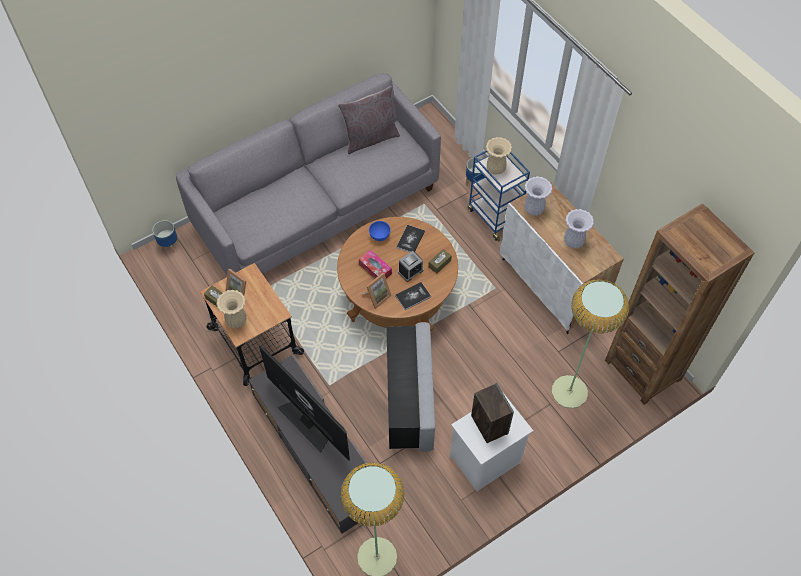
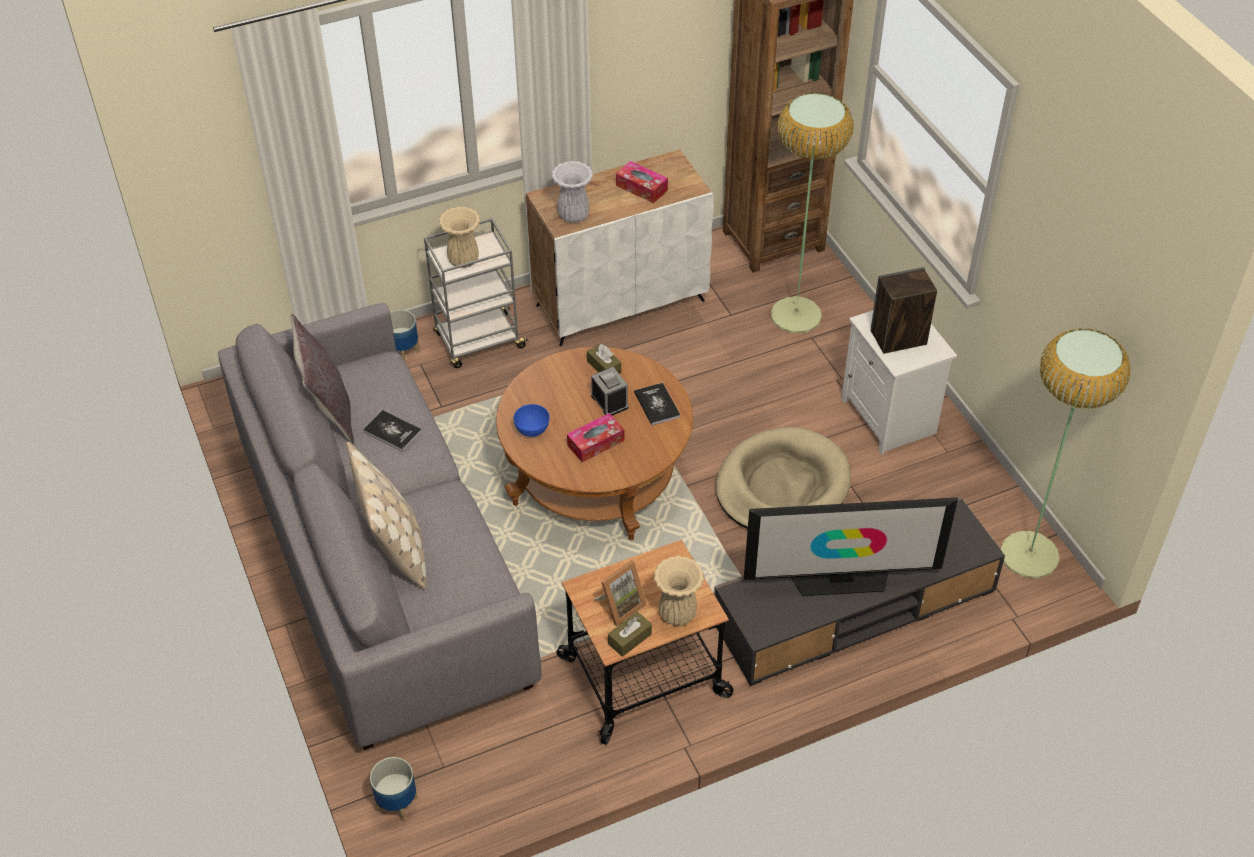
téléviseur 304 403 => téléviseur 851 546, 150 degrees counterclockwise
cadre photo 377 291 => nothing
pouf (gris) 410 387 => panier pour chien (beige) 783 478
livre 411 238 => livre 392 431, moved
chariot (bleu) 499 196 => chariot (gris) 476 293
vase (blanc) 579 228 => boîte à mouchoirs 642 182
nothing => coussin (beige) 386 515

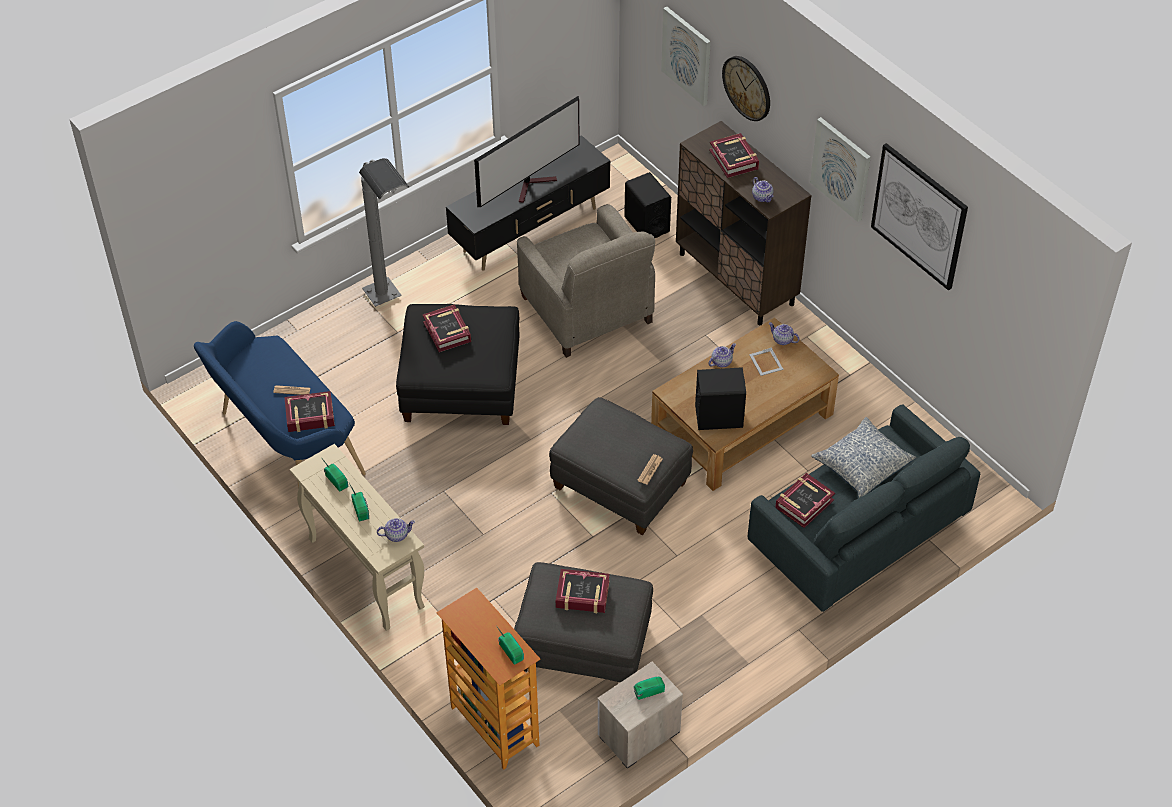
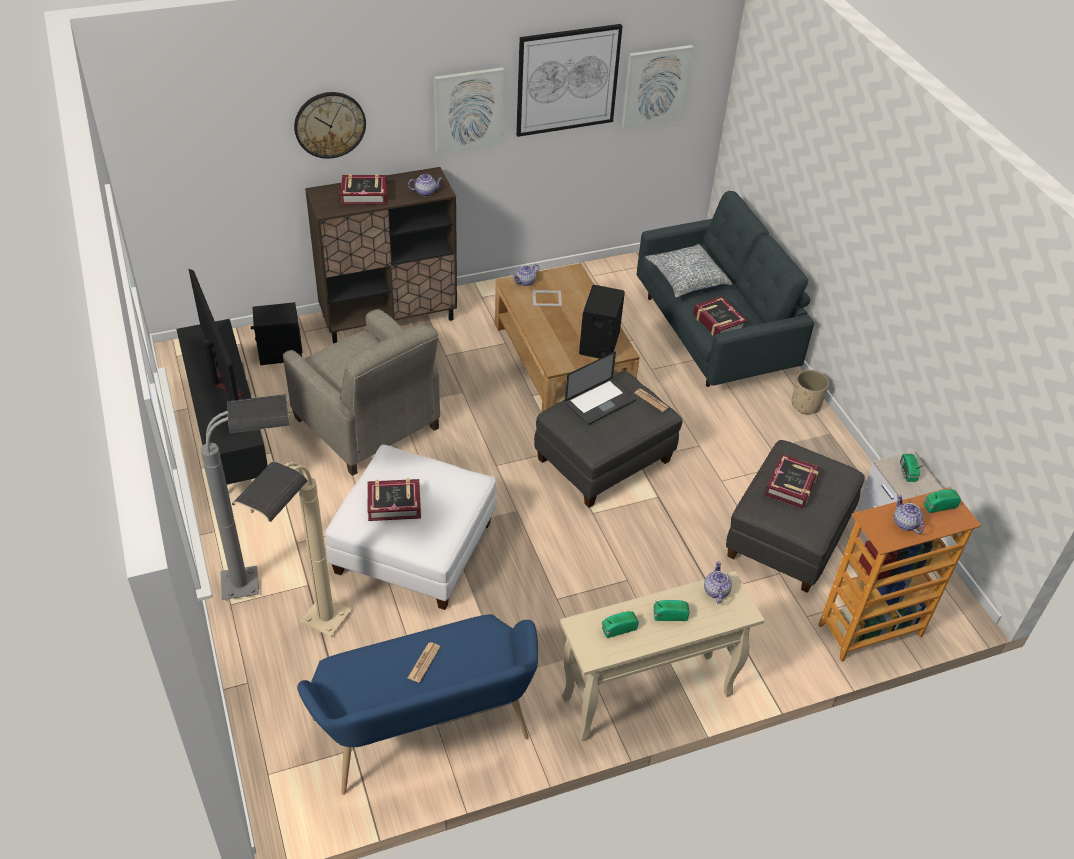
livre 309 411 => nothing
pouf (noir) 458 364 => pouf (blanc) 410 527
fauteuil (beige) 586 281 => fauteuil (beige) 361 392, 60 degrees clockwise
tableau 686 56 => tableau 658 87, moved
théière 722 355 => théière 909 514, moved
nothing => lampadaire (beige) 292 549
nothing => ordinateur portable 600 388
nothing => cache-pot (beige) 810 392

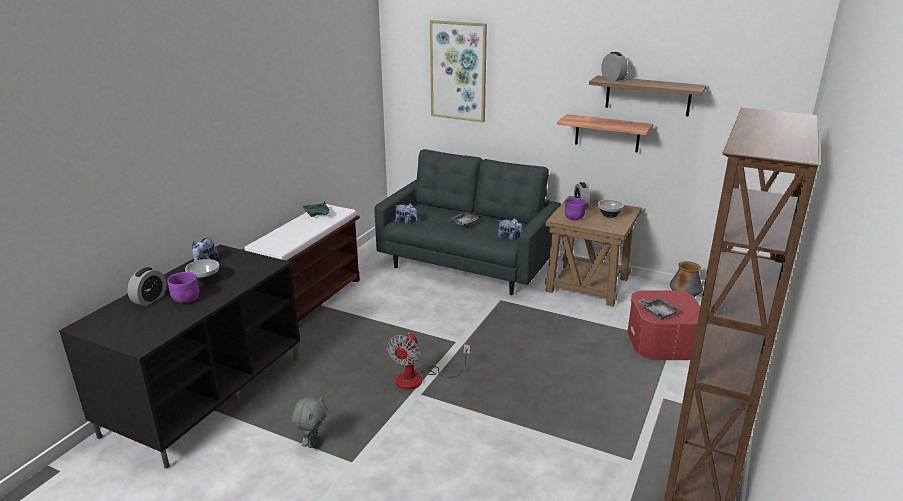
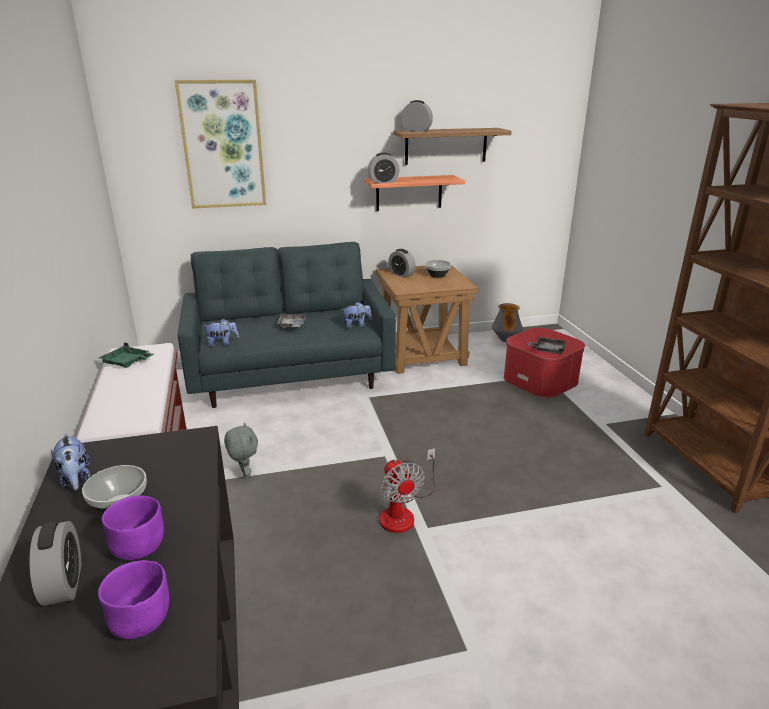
peluche (gris) 309 422 => peluche (gris) 241 450, moved
bol (violet) 576 209 => bol (violet) 133 600, moved
nothing => réveil 384 167

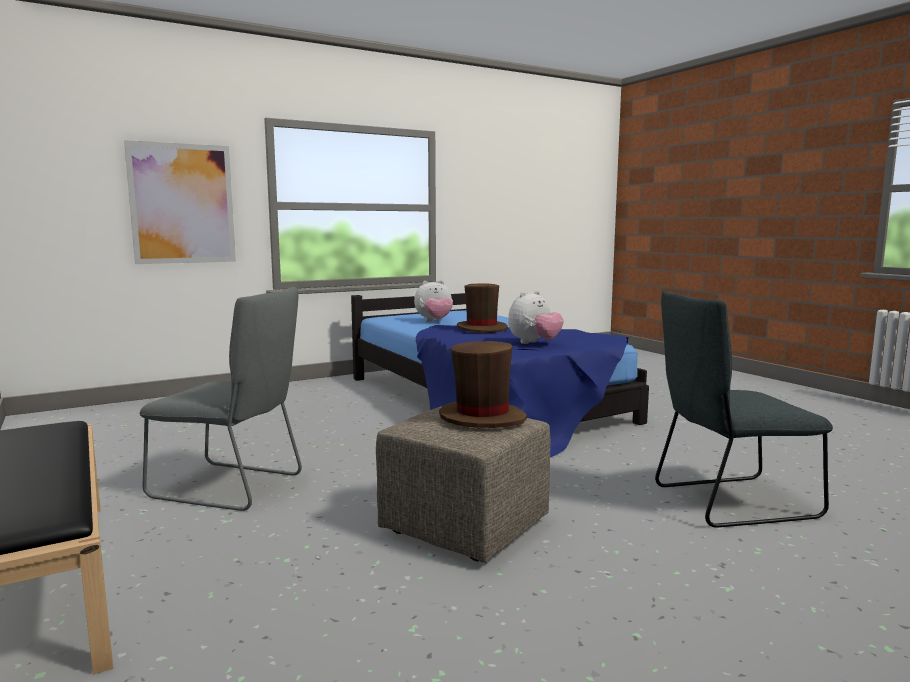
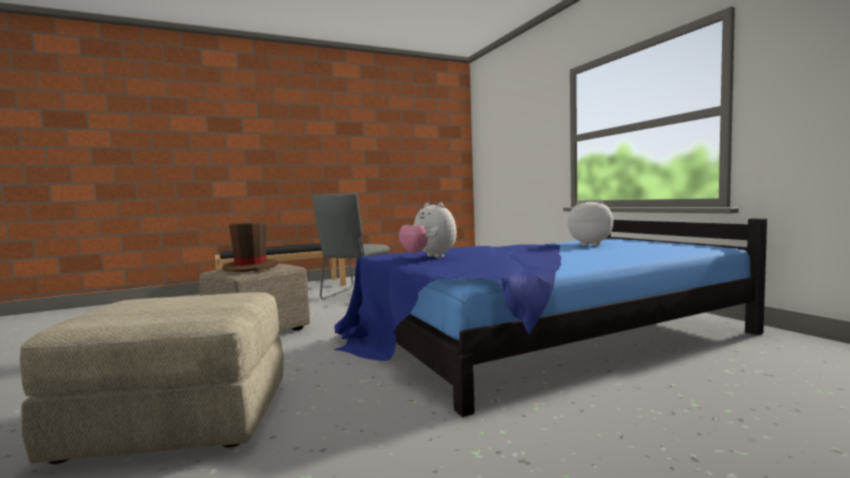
tableau 180 202 => nothing
peluche 433 300 => peluche 591 222, 120 degrees clockwise
chapeau (marron) 482 308 => nothing
chaise (gris) 744 409 => pouf (beige) 152 378

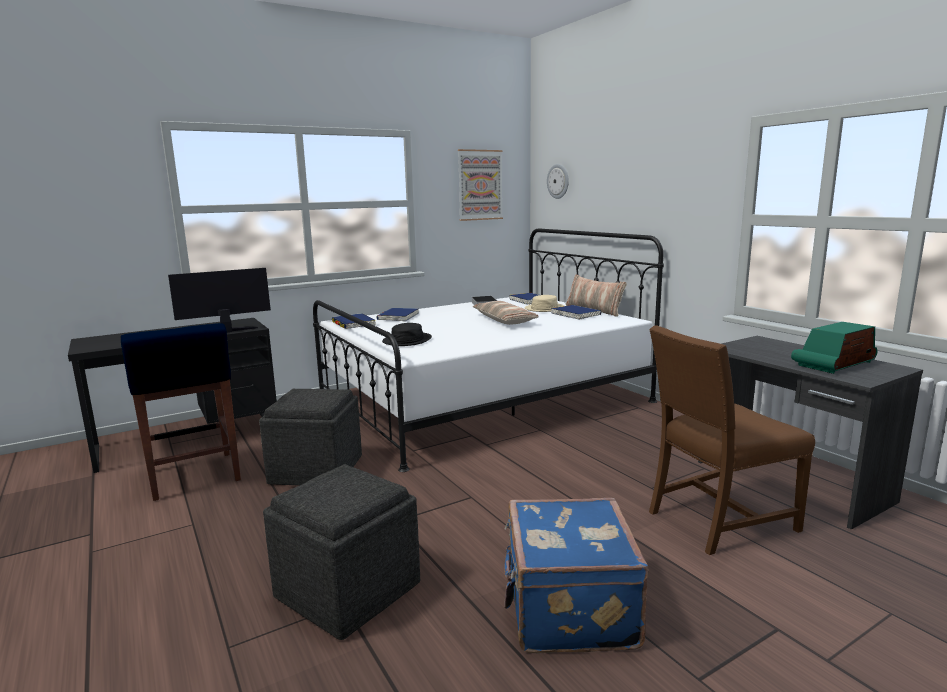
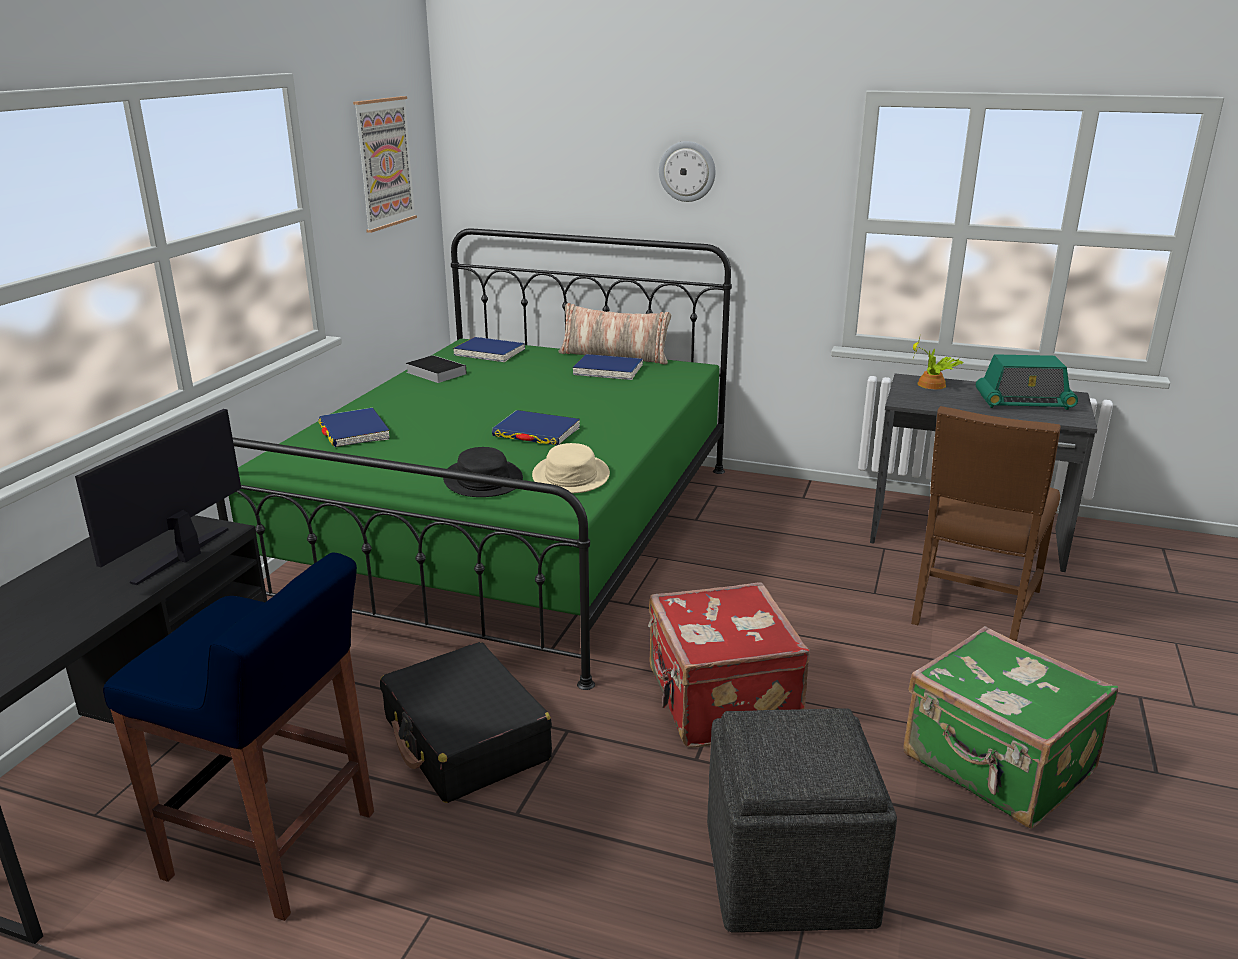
pouf (gris) 310 437 => valise (noir) 466 722
lit (blanc) 488 350 => lit (vert) 474 459
livre (bleu) 354 321 => livre (bleu) 536 427, moved
coussin 506 313 => nothing
valise (bleu) 576 576 => valise (vert) 1010 727
chapeau (beige) 545 303 => chapeau (beige) 571 468, moved
horloge murale 558 181 => horloge murale 687 171, moved
radio 834 348 => radio 1027 382, 105 degrees counterclockwise
nothing => valise (rouge) 729 665
nothing => plante en pot 938 362

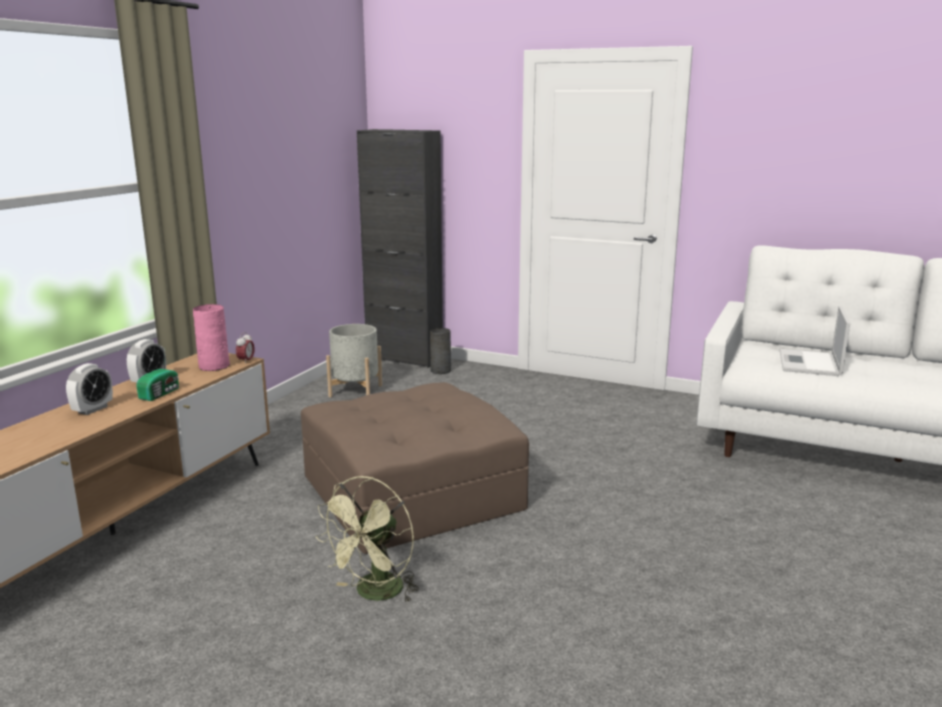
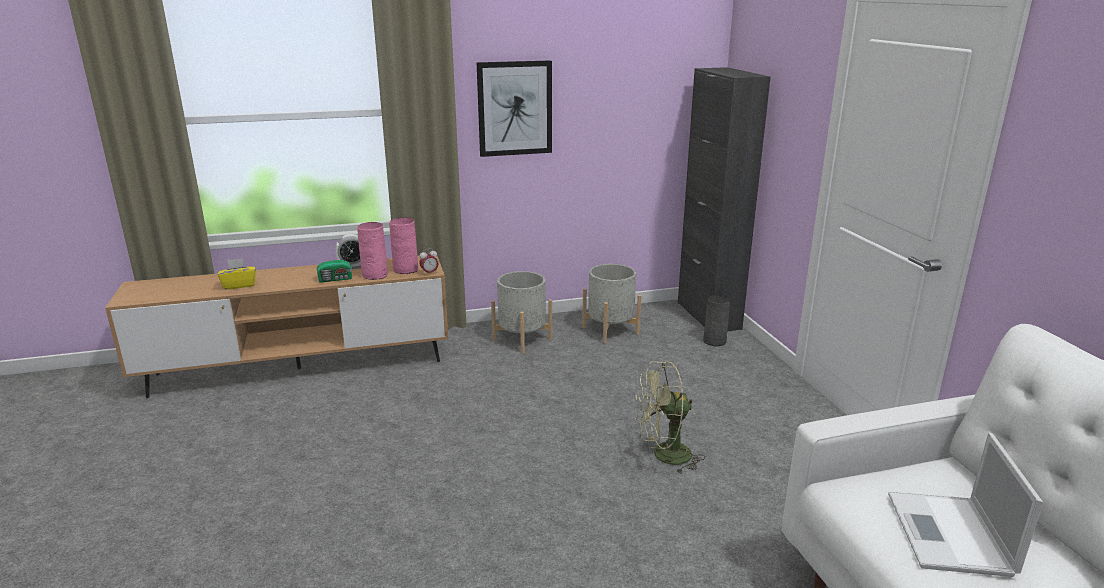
réveil 89 389 => nothing
pouf (marron) 415 468 => nothing
ventilateur (vert) 367 539 => ventilateur (vert) 670 418, moved
ordinateur portable 815 341 => ordinateur portable 965 505, 60 degrees counterclockwise
nothing => boîte à mouchoirs (jaune) 237 274
nothing => vase (rose) 372 251
nothing => tableau 514 108
nothing => cache-pot (gris) 521 312

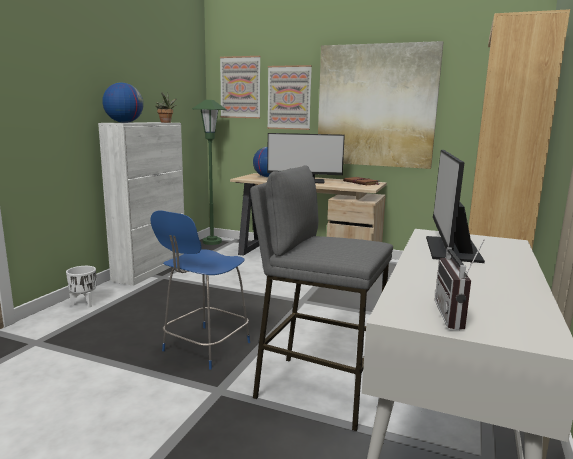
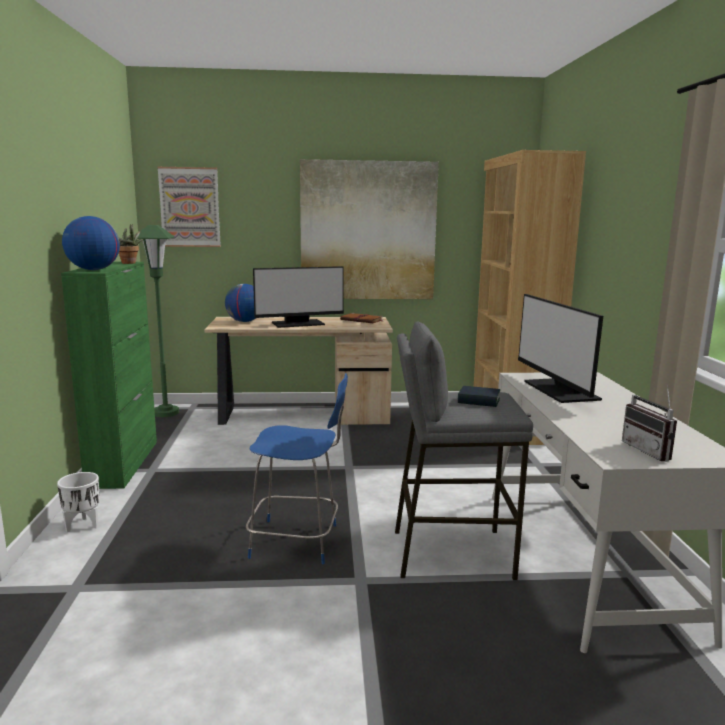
meuble de rangement (blanc) 141 204 => meuble de rangement (vert) 109 375
chaise (bleu) 200 290 => chaise (bleu) 297 468, 90 degrees counterclockwise
tableau 289 97 => nothing
nothing => livre 479 396

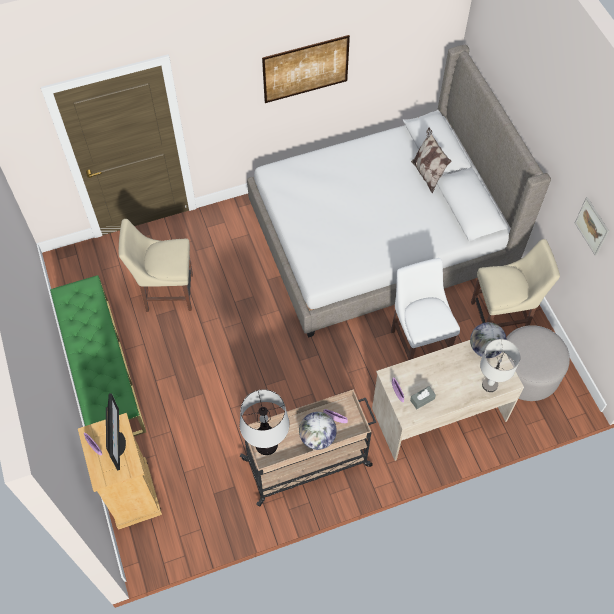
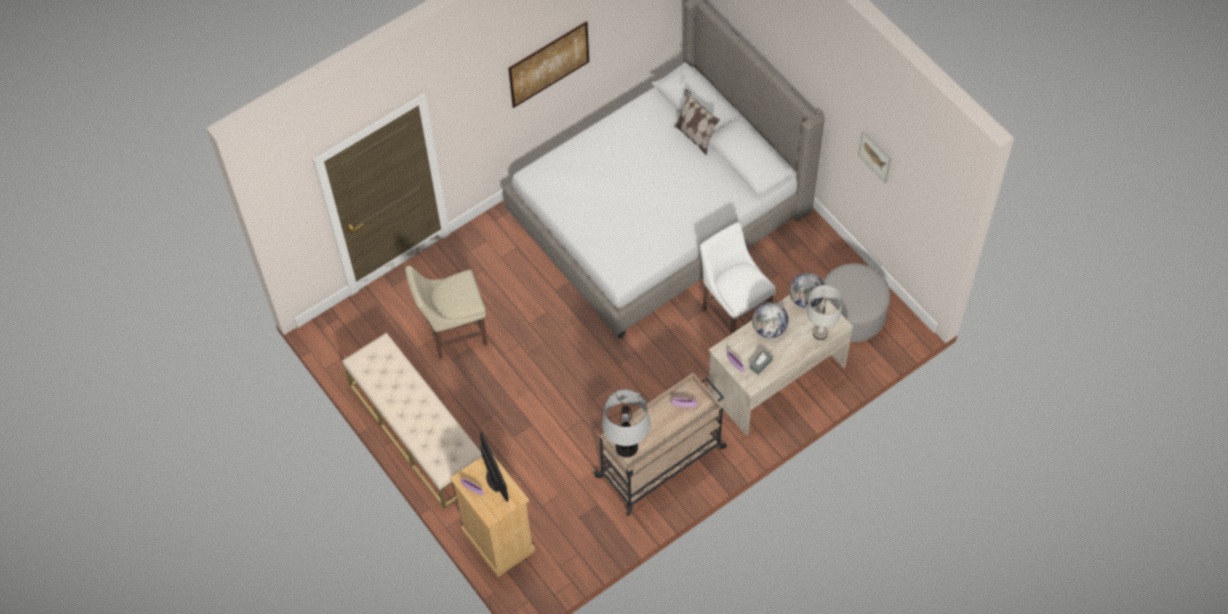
banc (vert) 98 355 => banc (beige) 412 420
globe 318 431 => globe 770 320, moved
chaise (beige) 515 283 => nothing

